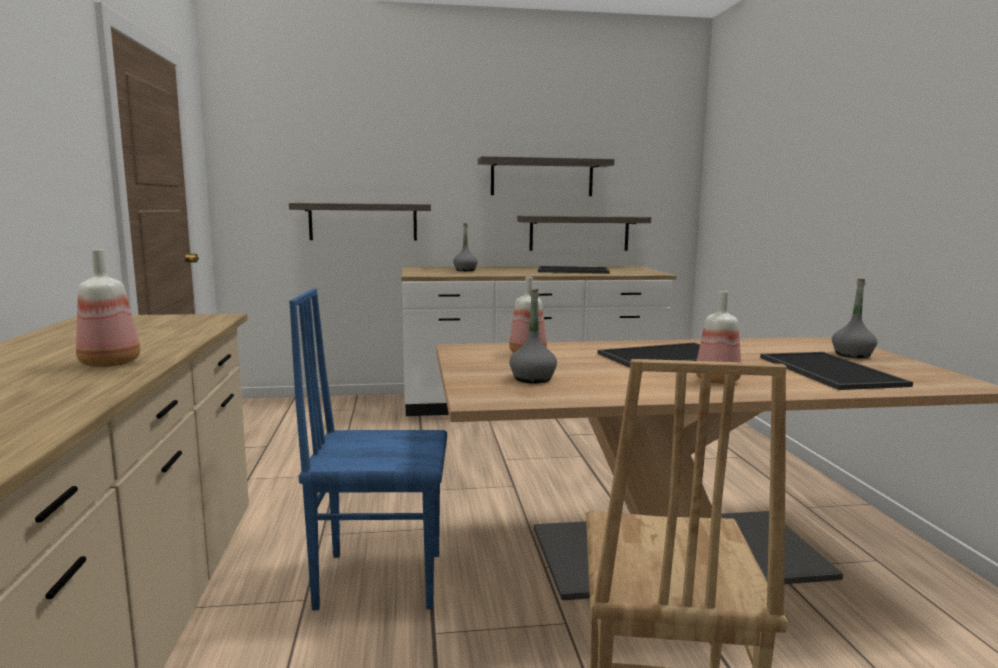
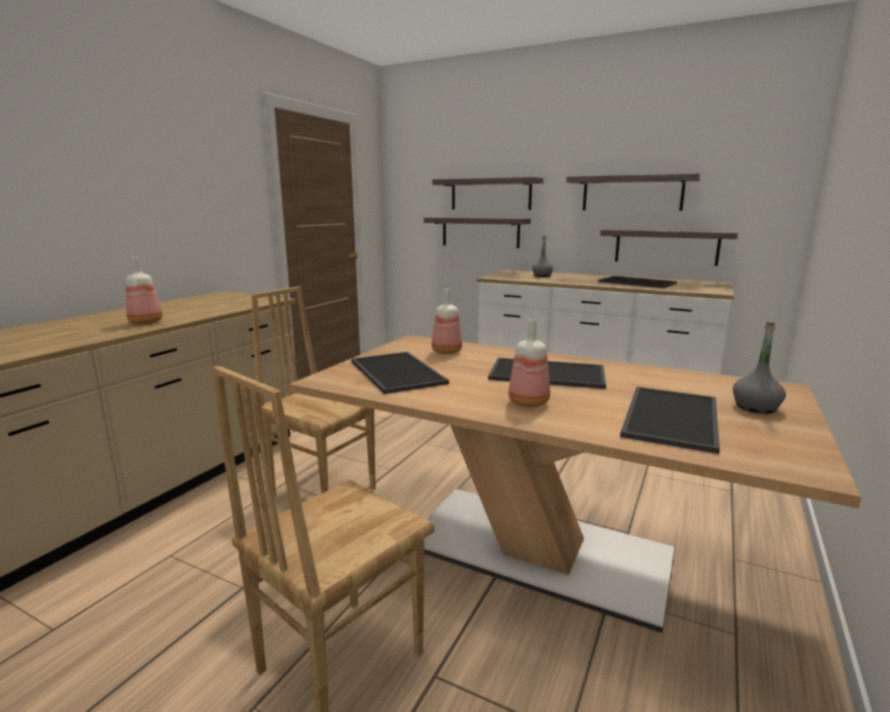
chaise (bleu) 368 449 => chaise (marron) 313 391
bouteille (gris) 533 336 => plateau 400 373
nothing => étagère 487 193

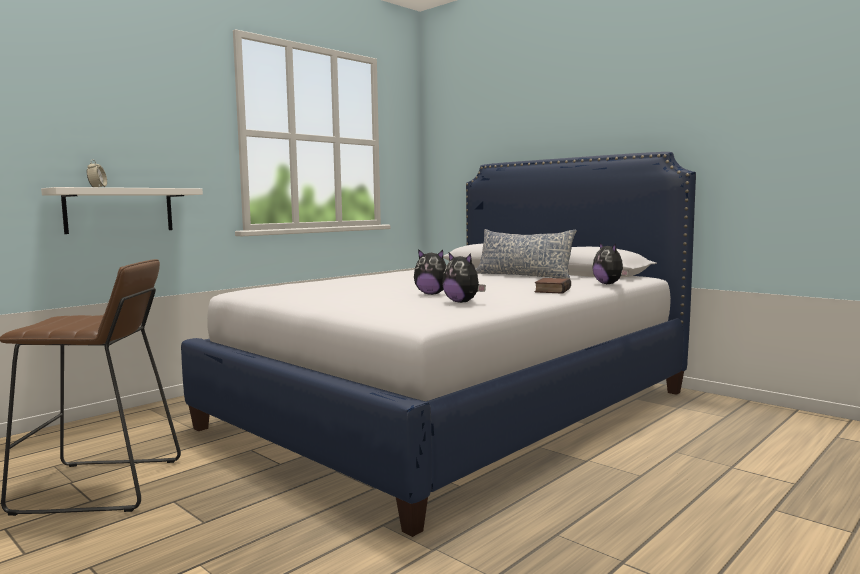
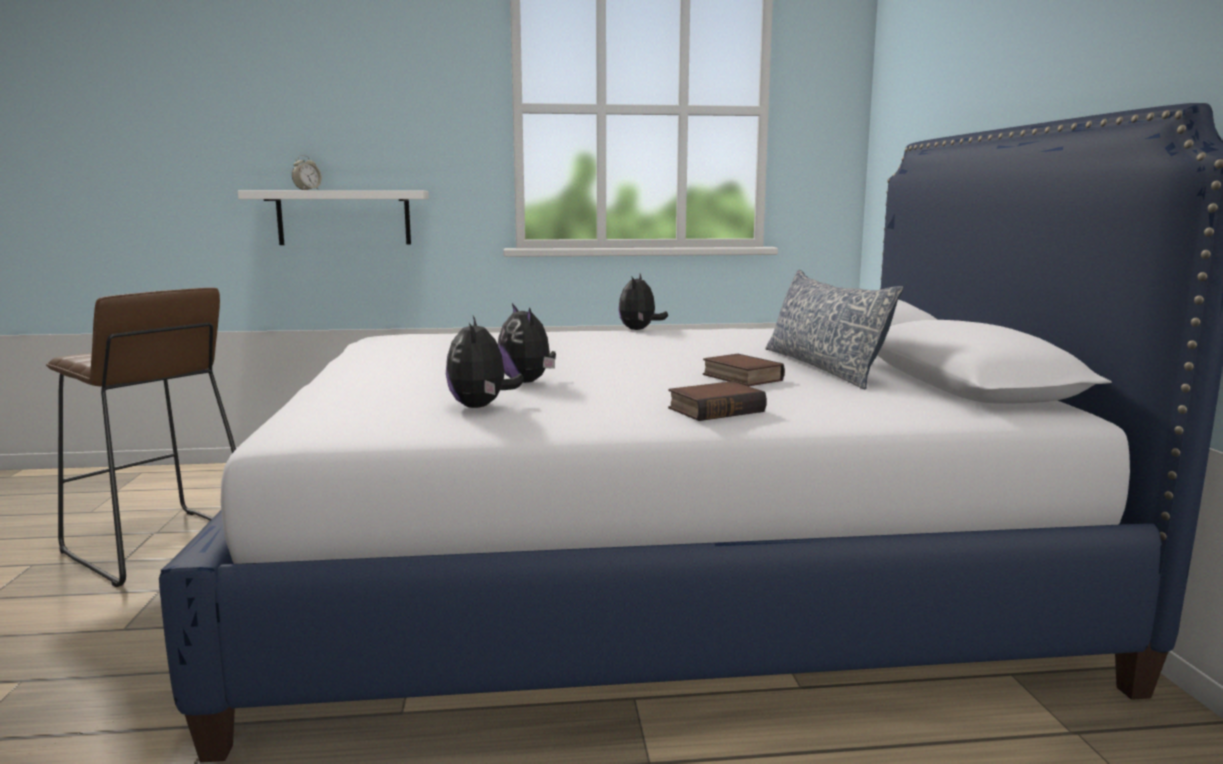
peluche 610 263 => peluche 643 302, moved
nothing => livre 744 370

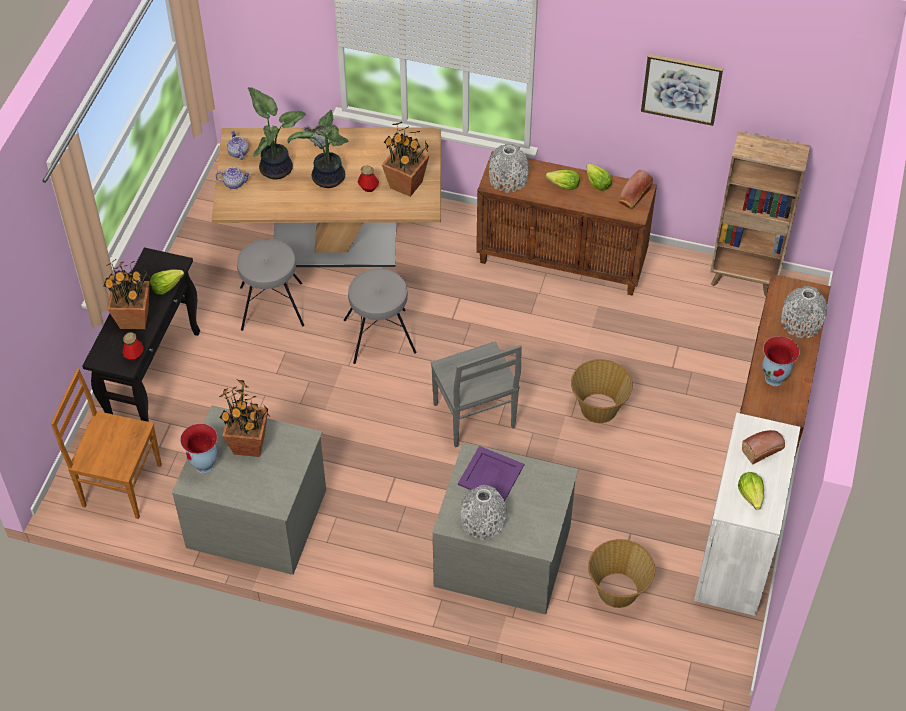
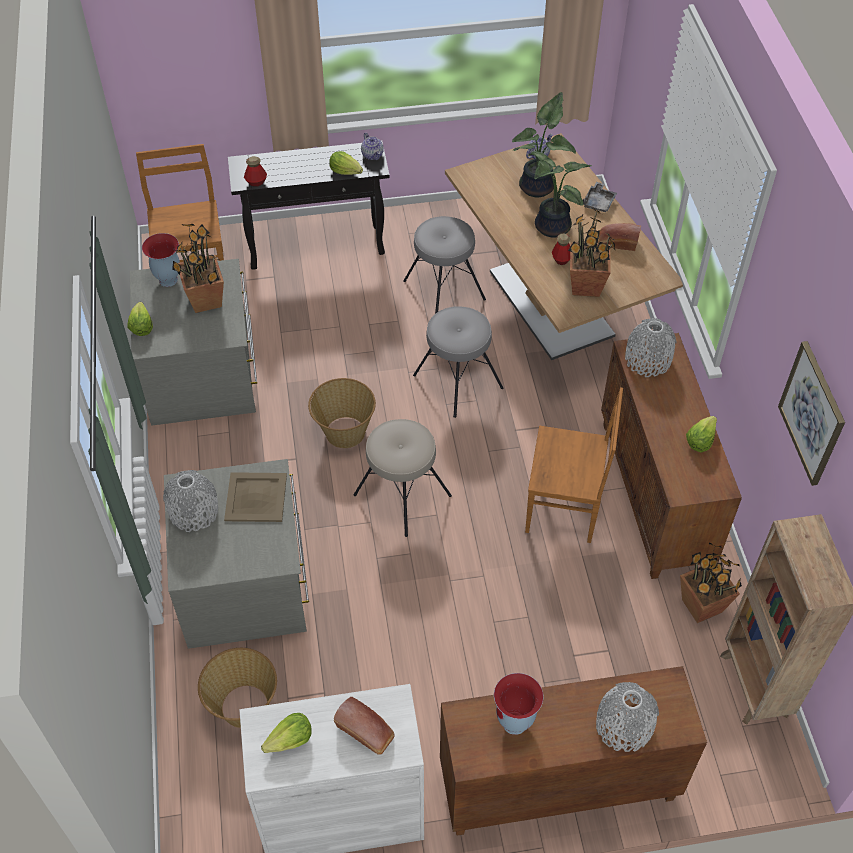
plante en pot 126 294 => plante en pot 711 582, moved
théière 233 178 => théière 372 146, moved
chaise (gris) 476 394 => tabouret (beige) 403 478
plateau (violet) 491 474 => plateau (beige) 255 497
laitue 562 180 => laitue 140 319, moved
panier 602 391 => panier 342 413, moved
pain 636 189 => pain 619 237, moved
nothing => chaise (marron) 574 465

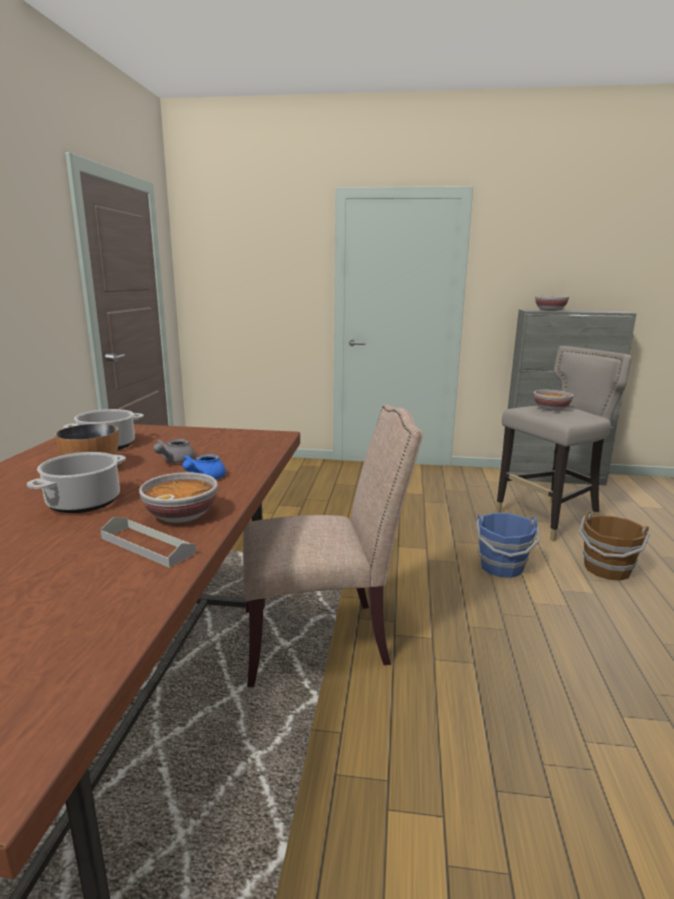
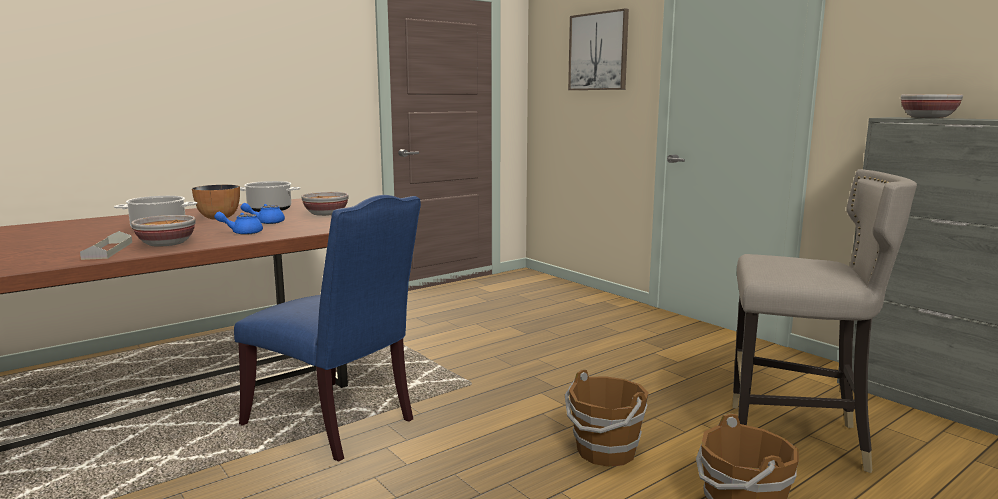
théière (gris) 174 451 => théière (bleu) 262 213
chaise (beige) 333 545 => chaise (bleu) 327 328
seau (bleu) 508 545 => seau (marron) 607 418
bol 554 400 => bol 325 204, moved
nothing => tableau 598 49

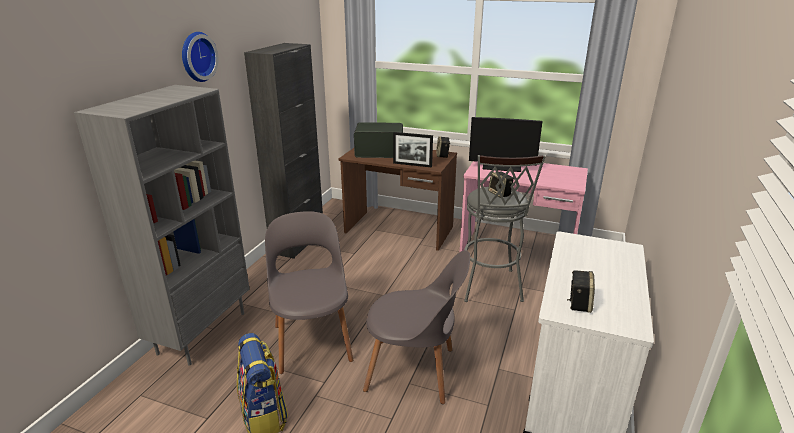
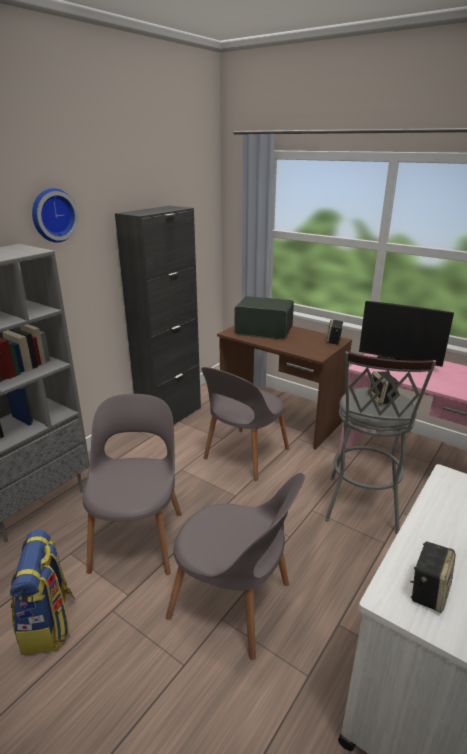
cadre photo 413 150 => nothing
nothing => chaise (gris) 245 424

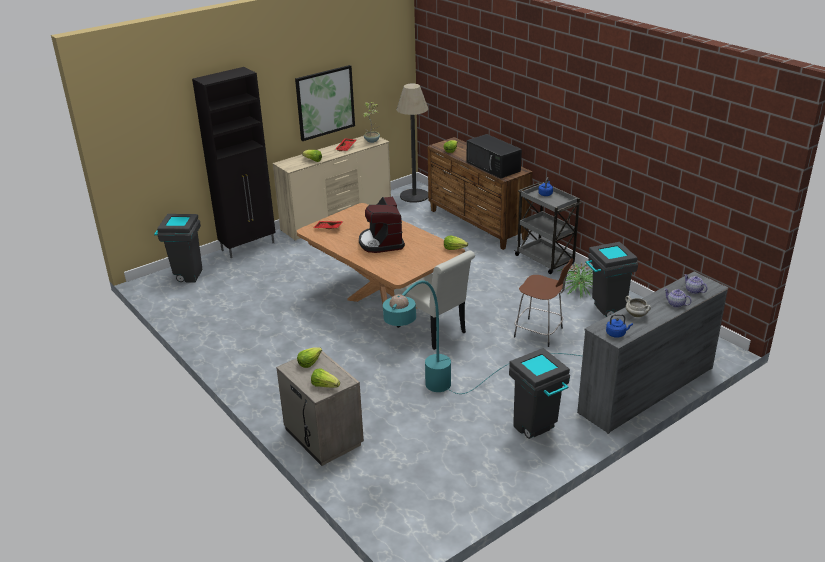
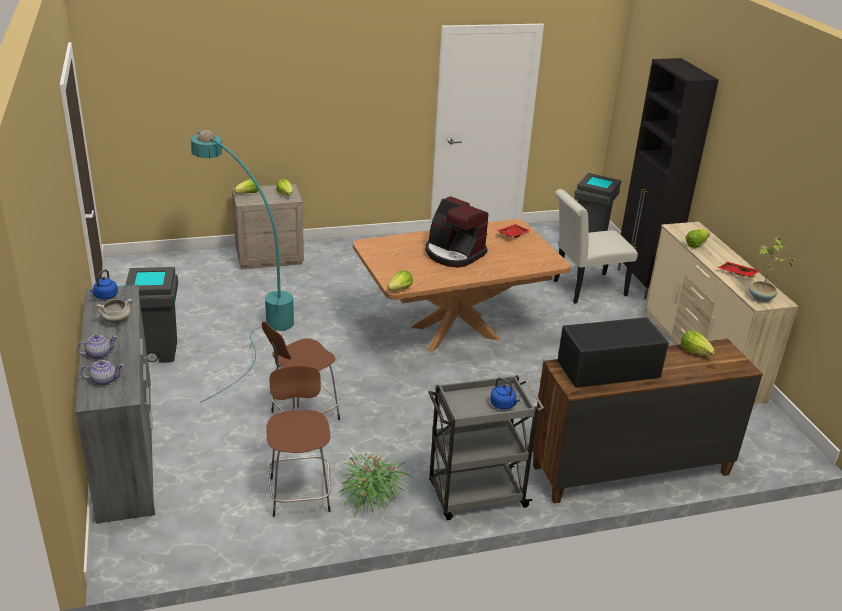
tableau 325 103 => nothing
machine à café 382 225 => machine à café 457 231, 150 degrees counterclockwise
chaise (blanc) 434 300 => chaise (blanc) 596 246, moved
lampadaire 412 143 => nothing
poubelle (gris) 612 279 => tabouret (marron) 298 441

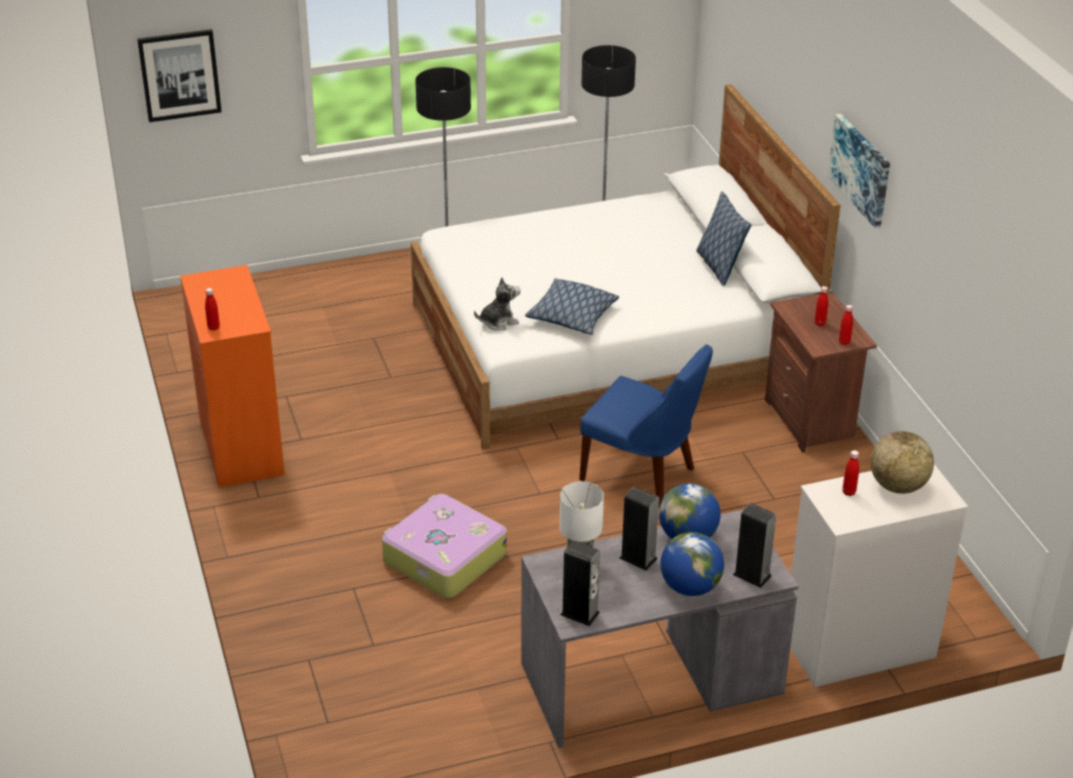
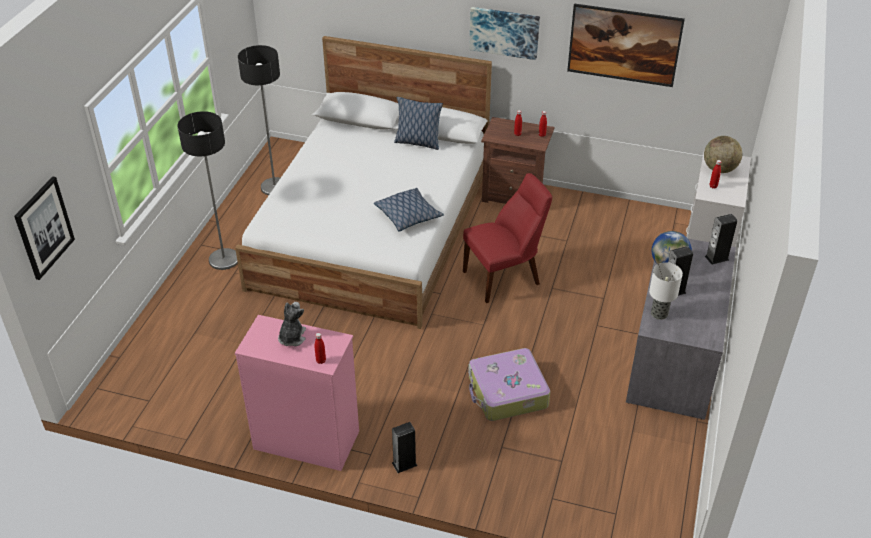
commode (orange) 232 376 => commode (rose) 297 393
peluche 497 304 => peluche 292 324, moved
enceinte 580 584 => enceinte 404 447, moved
chaise (bleu) 646 426 => chaise (rouge) 507 238
globe 692 564 => nothing
nothing => tableau 626 45

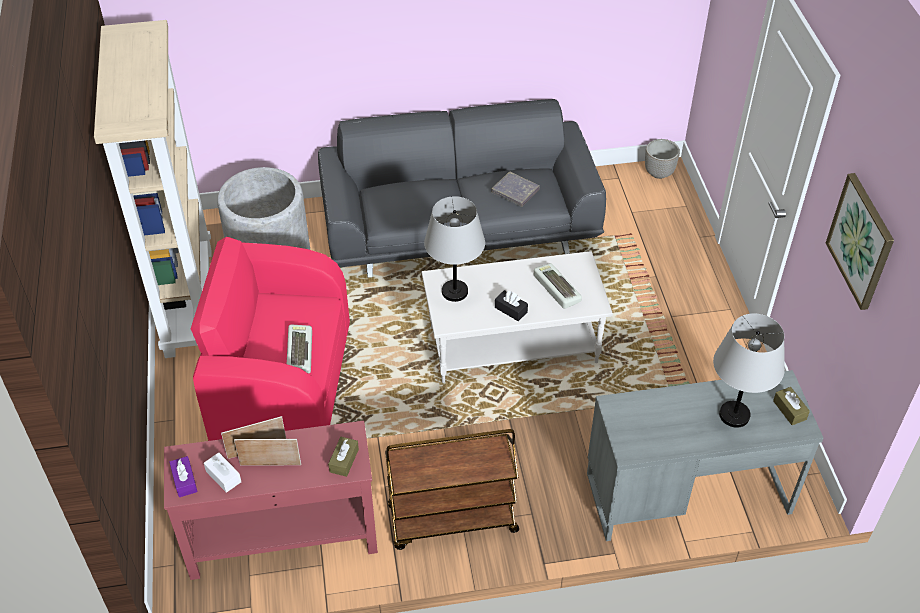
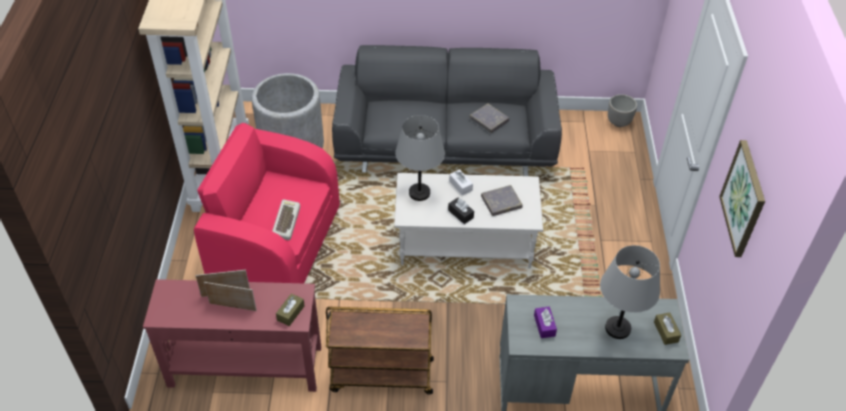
boîte à mouchoirs (violet) 184 476 => boîte à mouchoirs (violet) 545 322, moved
boîte à mouchoirs (blanc) 222 472 => boîte à mouchoirs (blanc) 461 182, moved
clavier 558 286 => livre (gris) 502 200

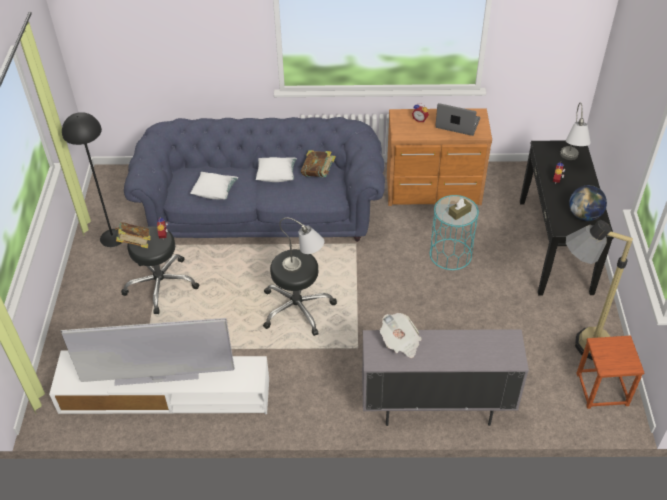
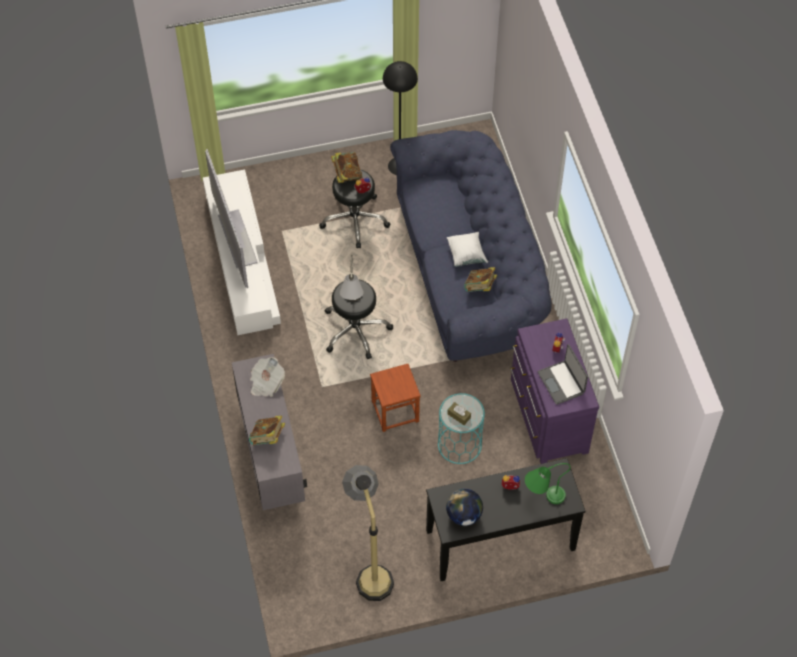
coussin (blanc) 214 186 => nothing
commode (marron) 439 157 => commode (violet) 554 391
ordinateur portable 457 119 => ordinateur portable 562 374, 150 degrees clockwise
lampe de table (gris) 575 131 => lampe de table (vert) 548 483
tabouret (marron) 610 372 => tabouret (marron) 395 398, moved
nothing => livre 267 430

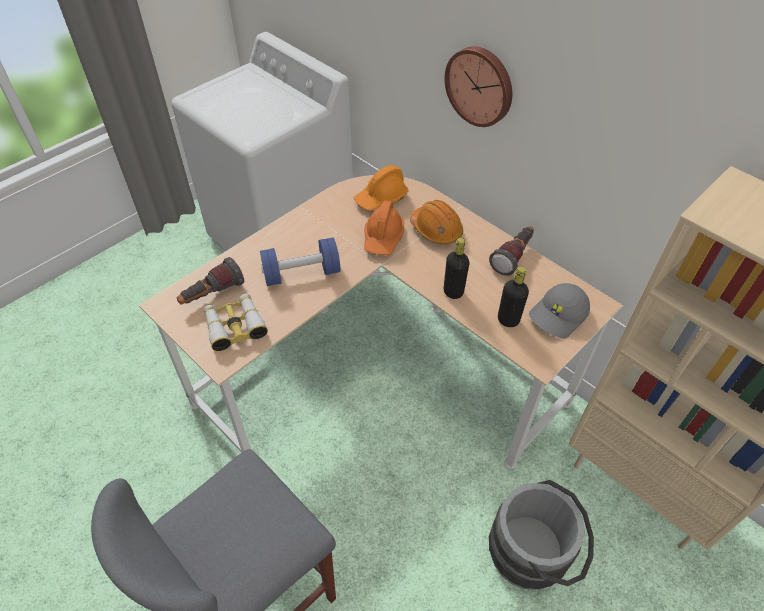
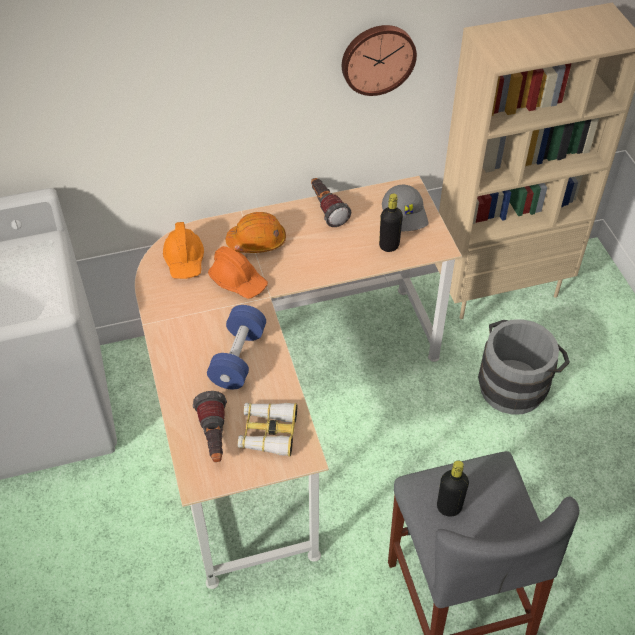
horloge murale 478 86 => horloge murale 379 60, moved
bouteille (noir) 456 268 => bouteille (noir) 453 489, moved

